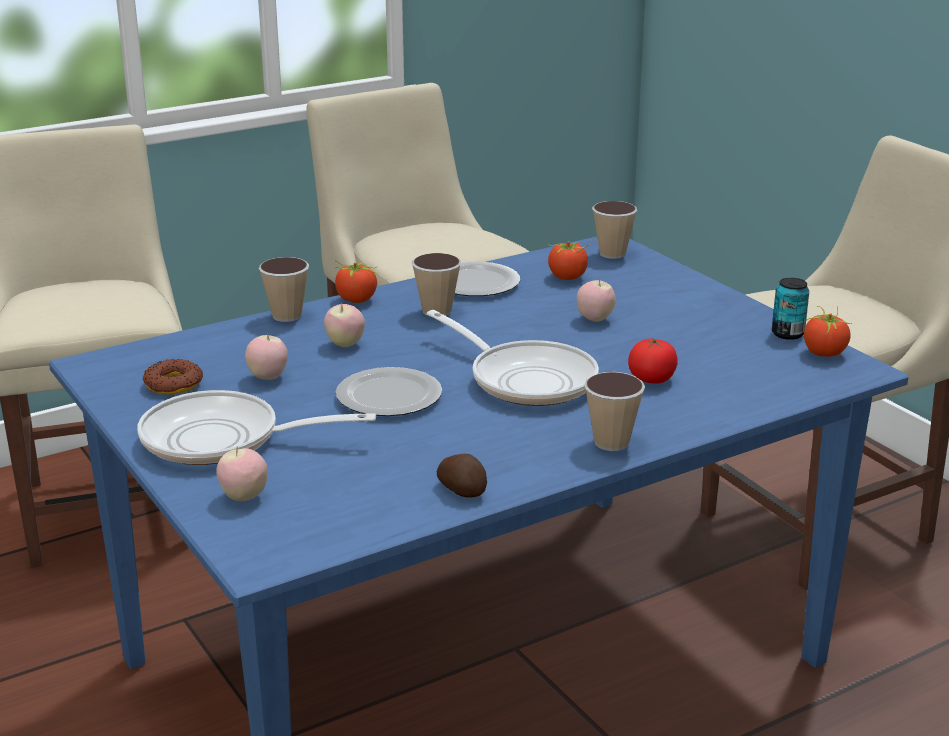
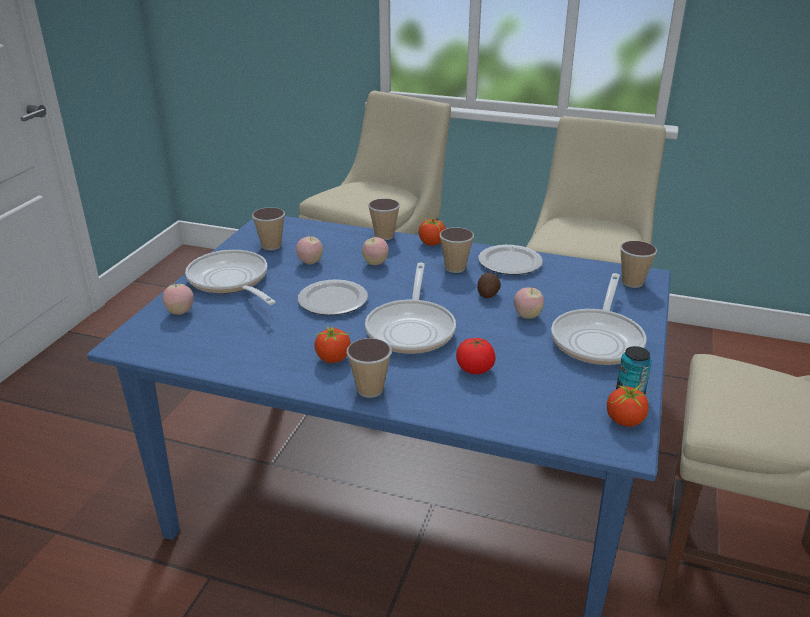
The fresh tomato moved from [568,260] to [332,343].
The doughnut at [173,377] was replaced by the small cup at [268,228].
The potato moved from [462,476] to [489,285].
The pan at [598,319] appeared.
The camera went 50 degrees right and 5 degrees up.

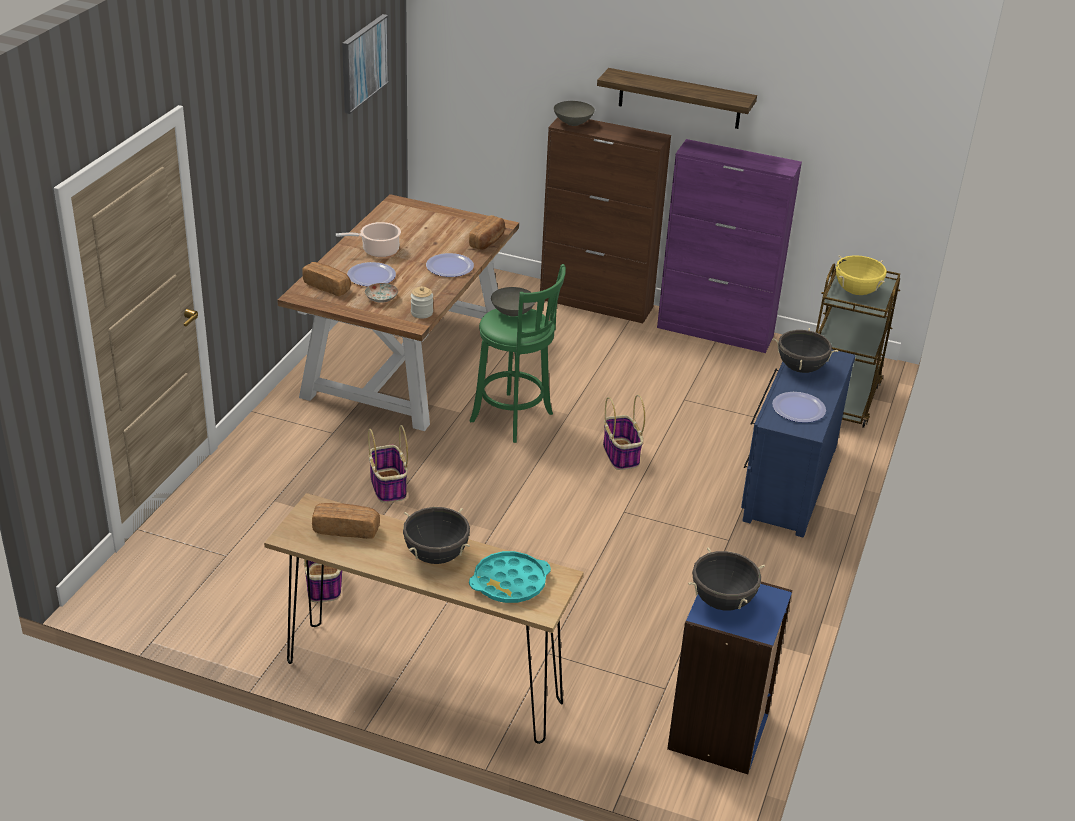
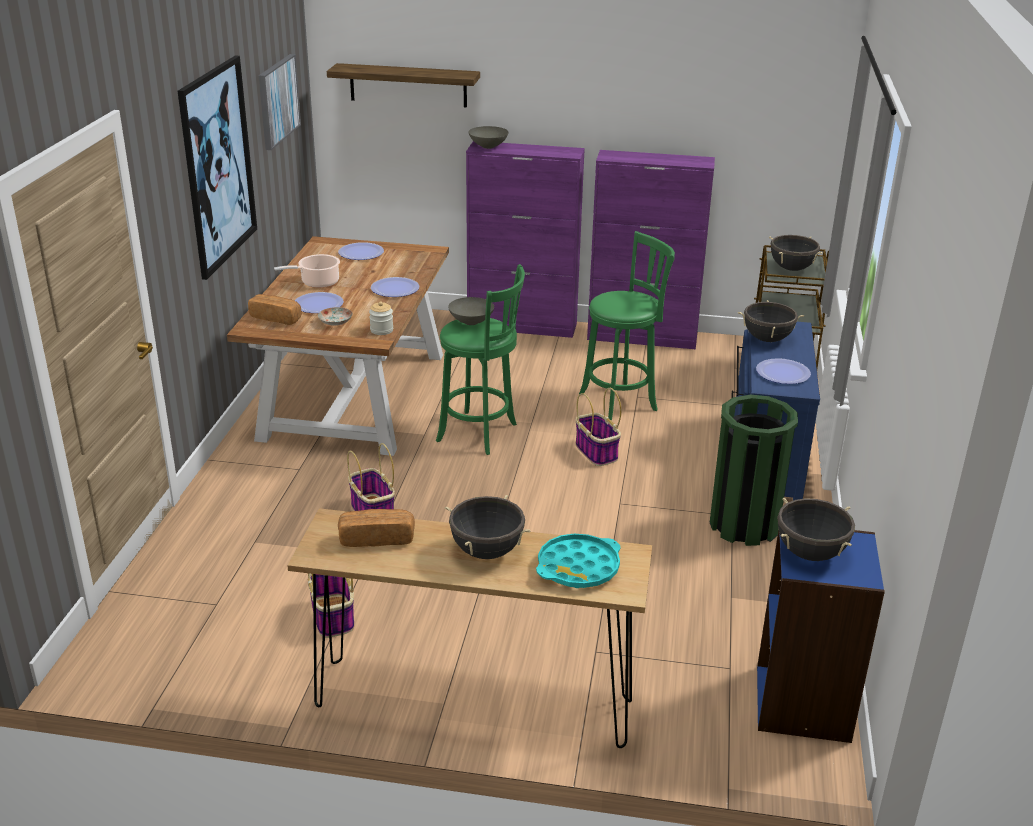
The wall shelf moved from [677,98] to [403,85].
The brownish storage cabinet at [605,220] became the purple-coloured storage cabinet at [525,239].
The bakery bread at [487,232] disappeared.
The yellowish saucepot at [861,275] became the black-coloured saucepot at [795,253].
The picture at [217,167] appeared.
The greenish sitting stool at [627,326] appeared.
The flat dish at [361,251] appeared.
The greenish trash can at [754,470] appeared.
The camera went 10 degrees left and 5 degrees down.

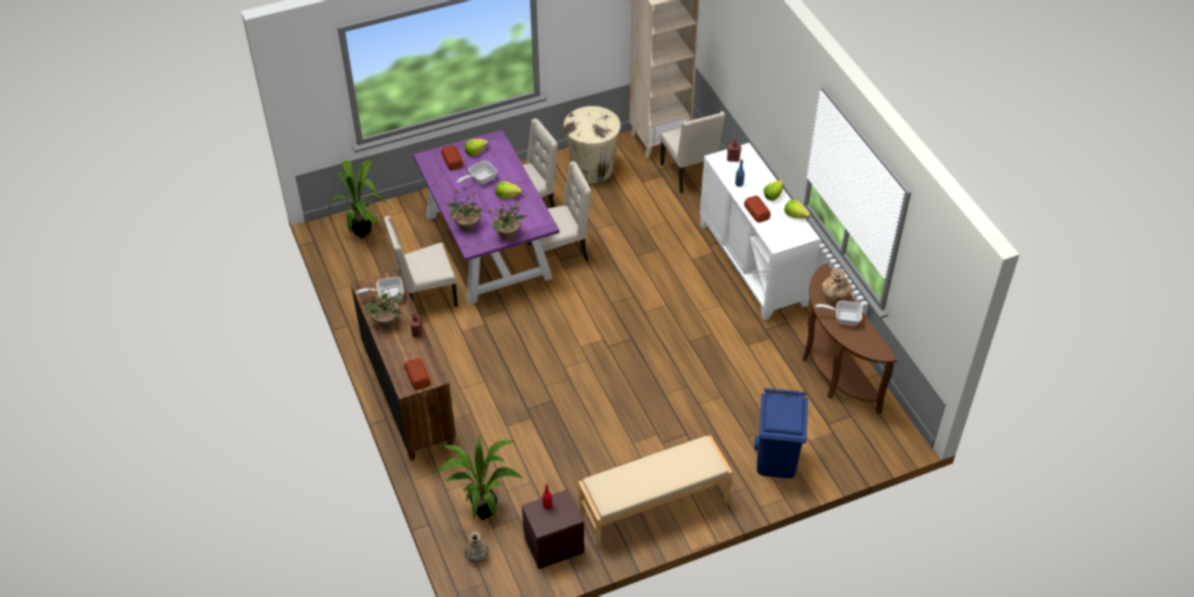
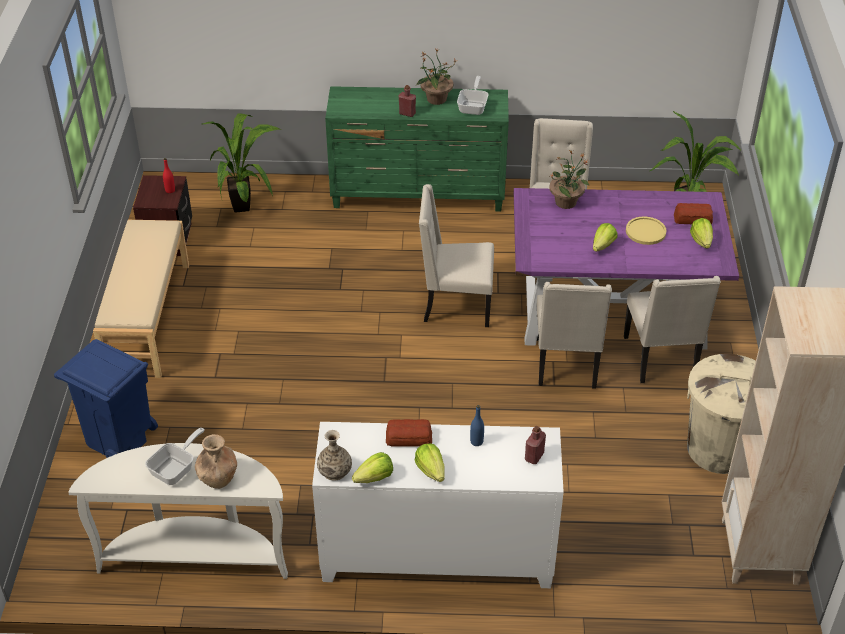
The beige upright chair moved from [692,152] to [456,255].
The pan at [477,172] was replaced by the yellowish flat dish at [646,230].
The potted plant at [507,219] disappeared.
The brownish narrow table at [850,339] became the whitish narrow table at [178,511].
The brownish drawer chest at [403,365] became the greenish drawer chest at [417,149].
The bakery bread at [418,374] disappeared.
The flower vase moved from [477,547] to [334,455].
The camera went 115 degrees right and 5 degrees down.

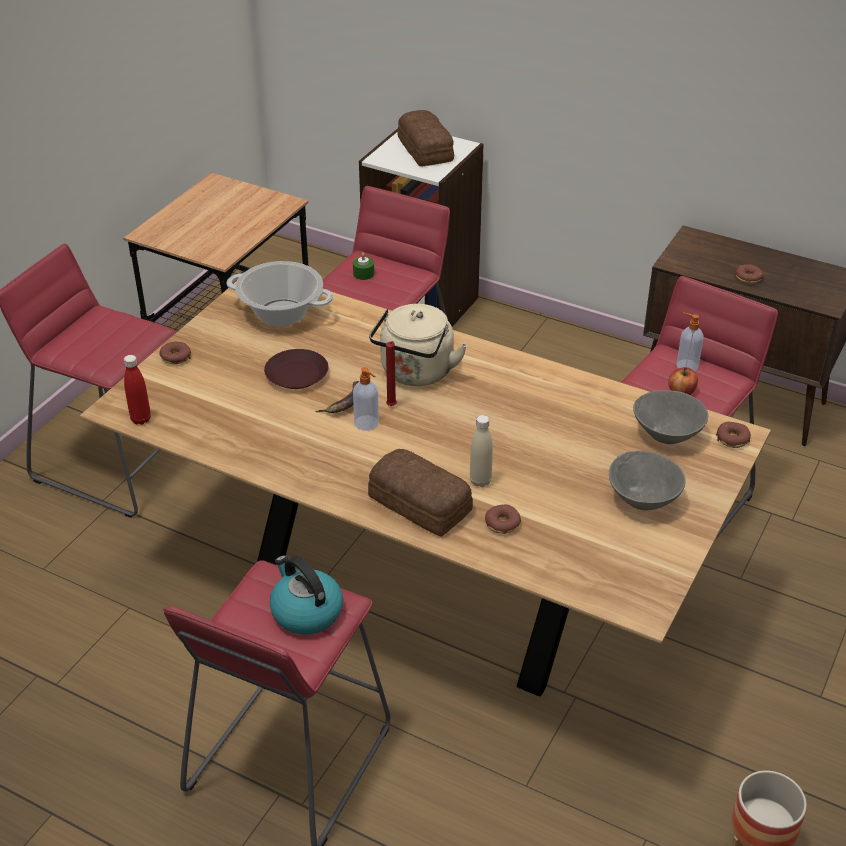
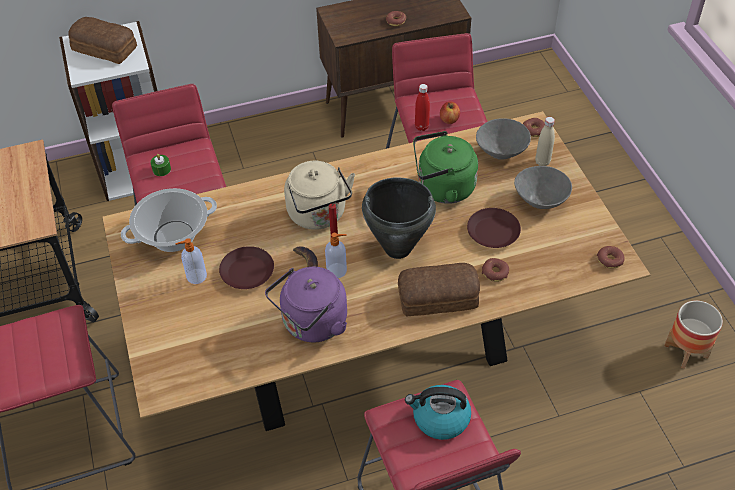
The liquid soap bottle moved from [690,341] to [191,261].
The doughnut moved from [175,353] to [611,257].
The reddish beverage bottle moved from [137,390] to [422,107].
The beige beverage bottle moved from [481,451] to [545,141].
The greenish kettle at [445,167] appeared.
The black-coloured saucepot at [399,218] appeared.
The brownish flat dish at [494,228] appeared.
The purple-coloured kettle at [306,305] appeared.
The camera went 45 degrees left and 10 degrees up.

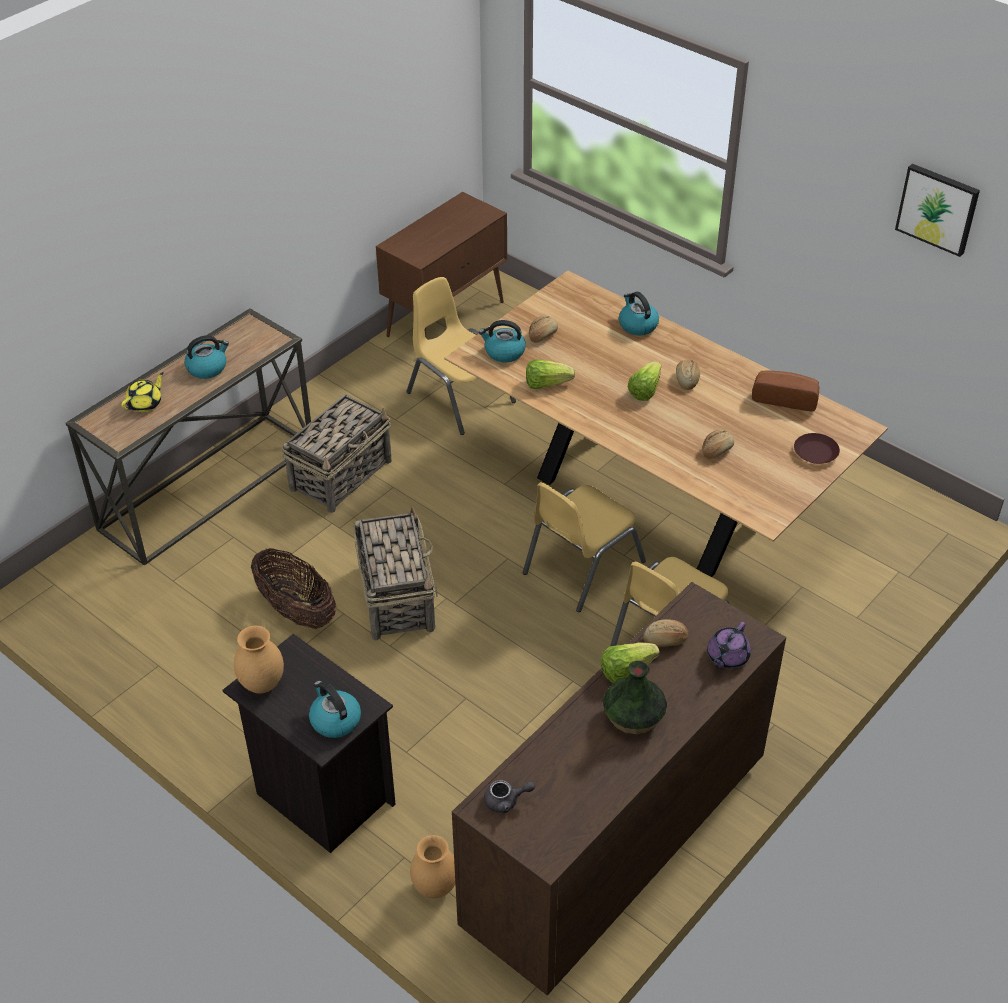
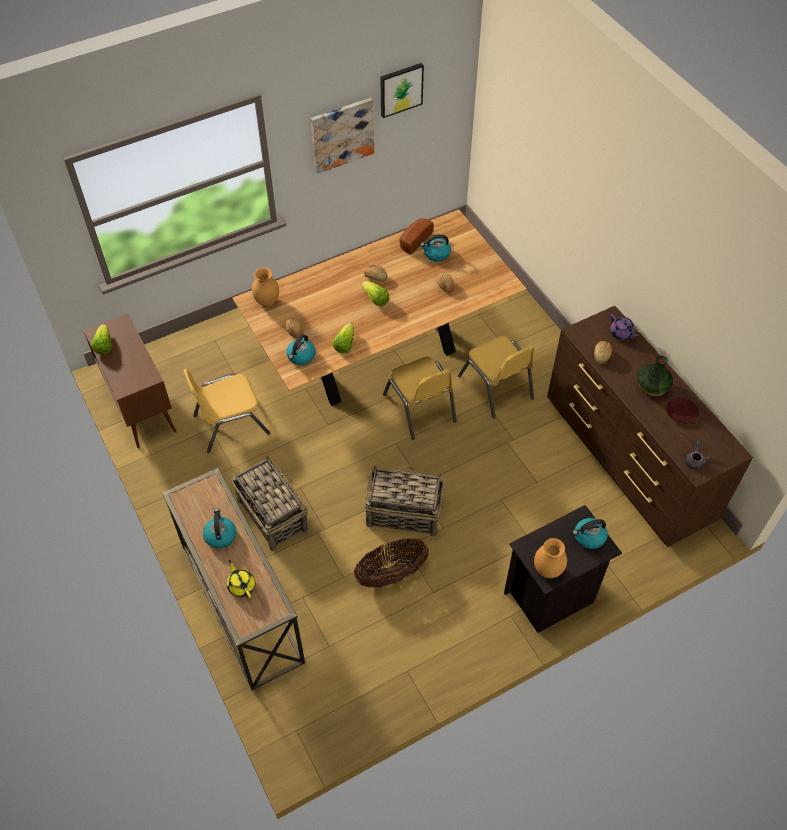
The kettle moved from [639,313] to [435,248].
The brownish flat dish moved from [817,448] to [682,411].
The lettuce head moved from [630,662] to [101,339].
The brownish flower vase moved from [432,867] to [265,287].
The picture at [342,136] appeared.
The camera went 70 degrees left and 10 degrees up.

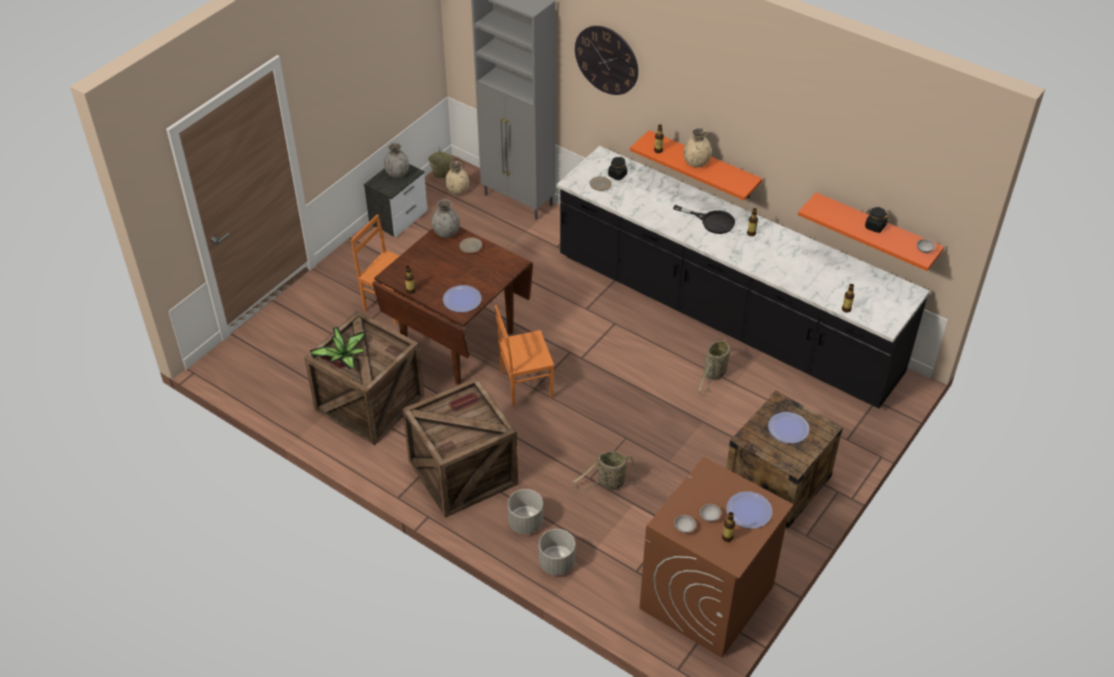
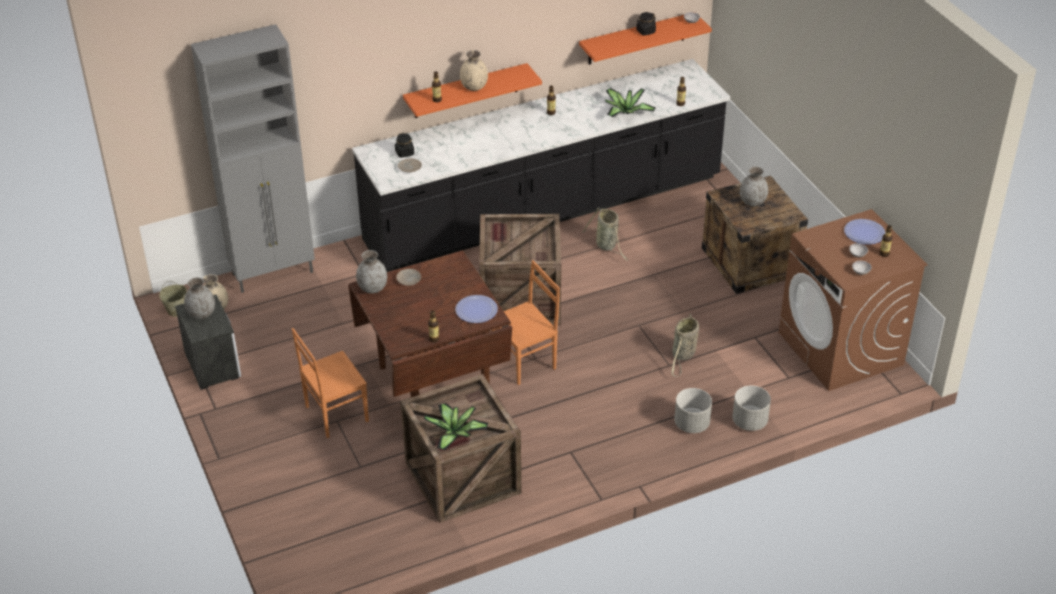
The wall clock at [606,60] disappeared.
The black-coloured pan at [704,219] disappeared.
The orange-coloured upright chair at [524,355] turned 135 degrees counterclockwise.
The packing crate moved from [460,447] to [520,269].
The flat dish at [788,428] was replaced by the greyish flower vase at [754,186].
The potted plant at [630,102] appeared.
The camera went 60 degrees left and 5 degrees down.

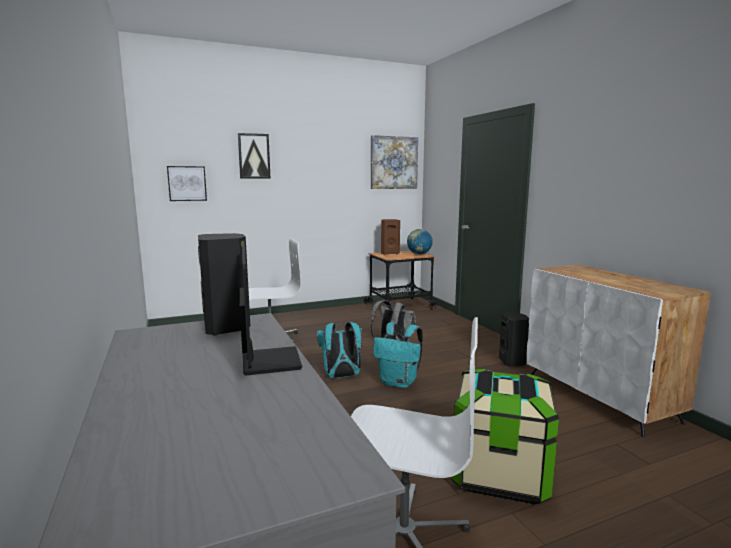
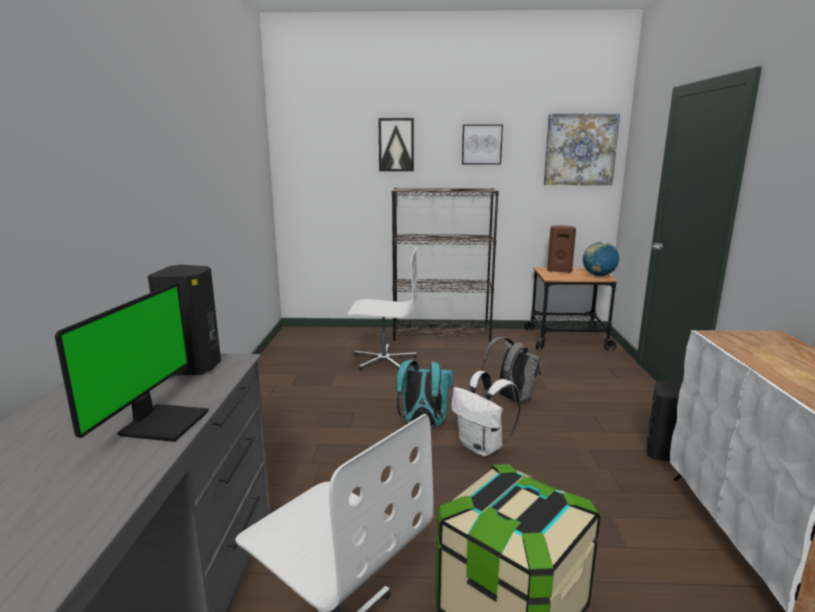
The picture moved from [187,183] to [482,144].
The turquoise knapsack at [398,355] became the whitish knapsack at [486,413].
The black-coloured shelving unit at [445,265] appeared.
The camera went 25 degrees right and 5 degrees up.

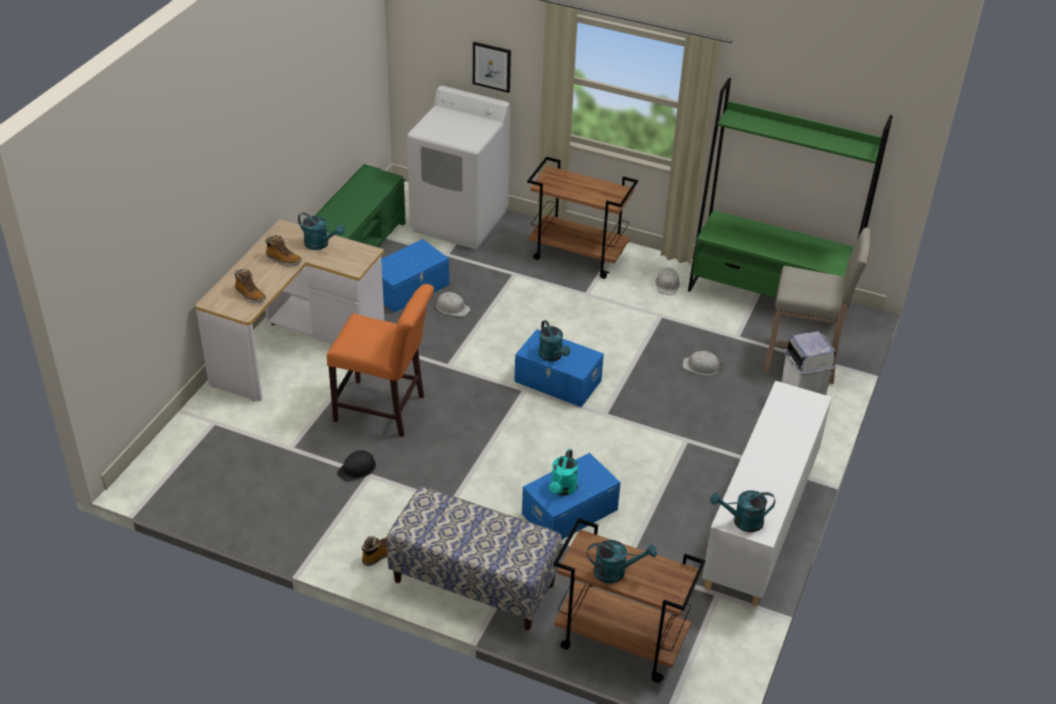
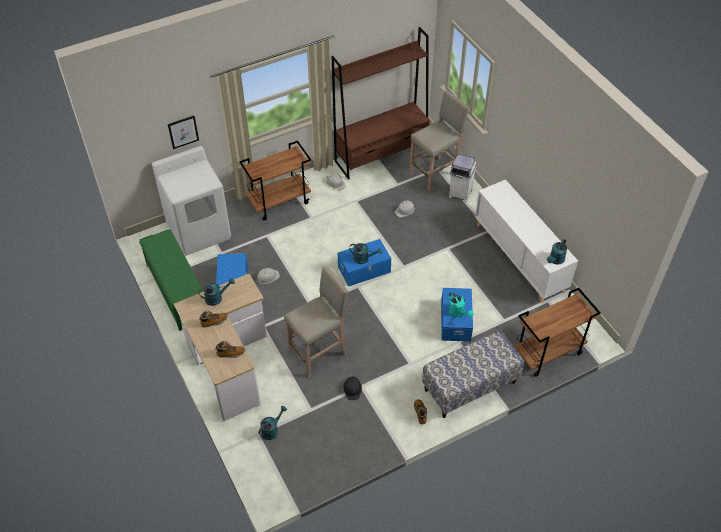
The greenish shelving unit at [790,193] became the brownish shelving unit at [381,103].
The orange-coloured upright chair at [380,360] was replaced by the beige sitting stool at [316,321].
The turquoise sprinkling can moved from [622,561] to [273,423].
The camera went 50 degrees left and 10 degrees up.

